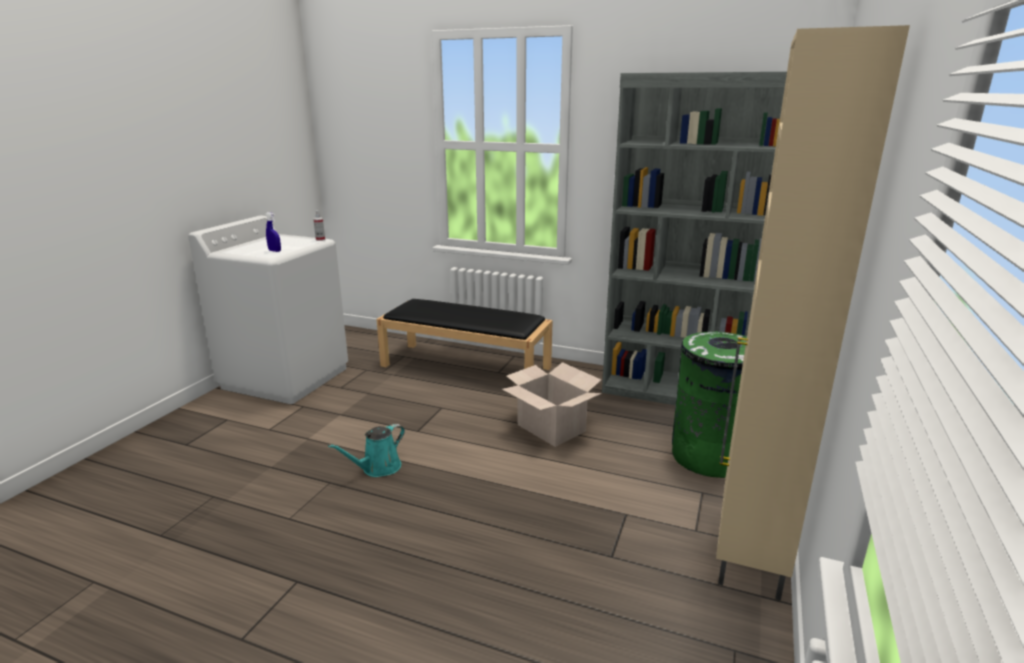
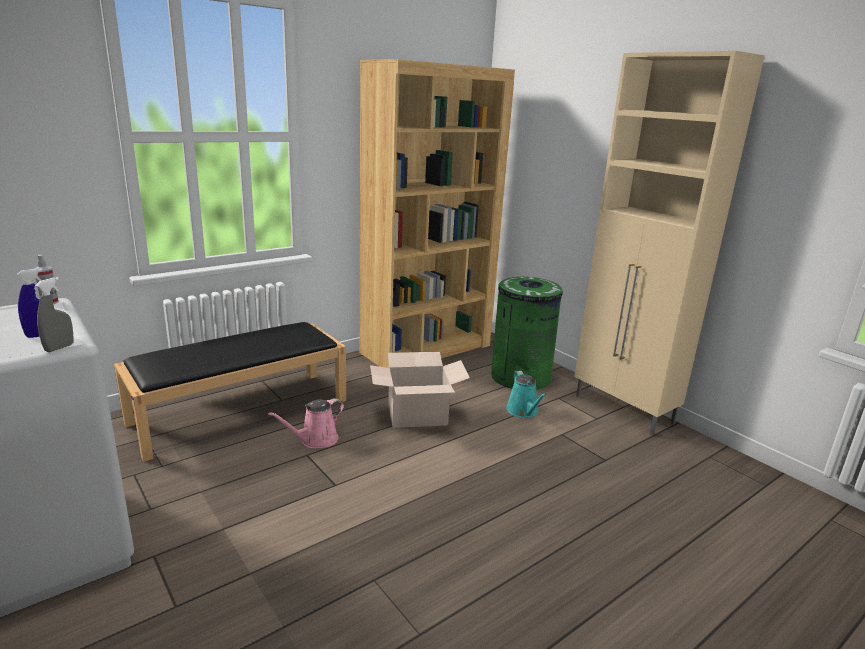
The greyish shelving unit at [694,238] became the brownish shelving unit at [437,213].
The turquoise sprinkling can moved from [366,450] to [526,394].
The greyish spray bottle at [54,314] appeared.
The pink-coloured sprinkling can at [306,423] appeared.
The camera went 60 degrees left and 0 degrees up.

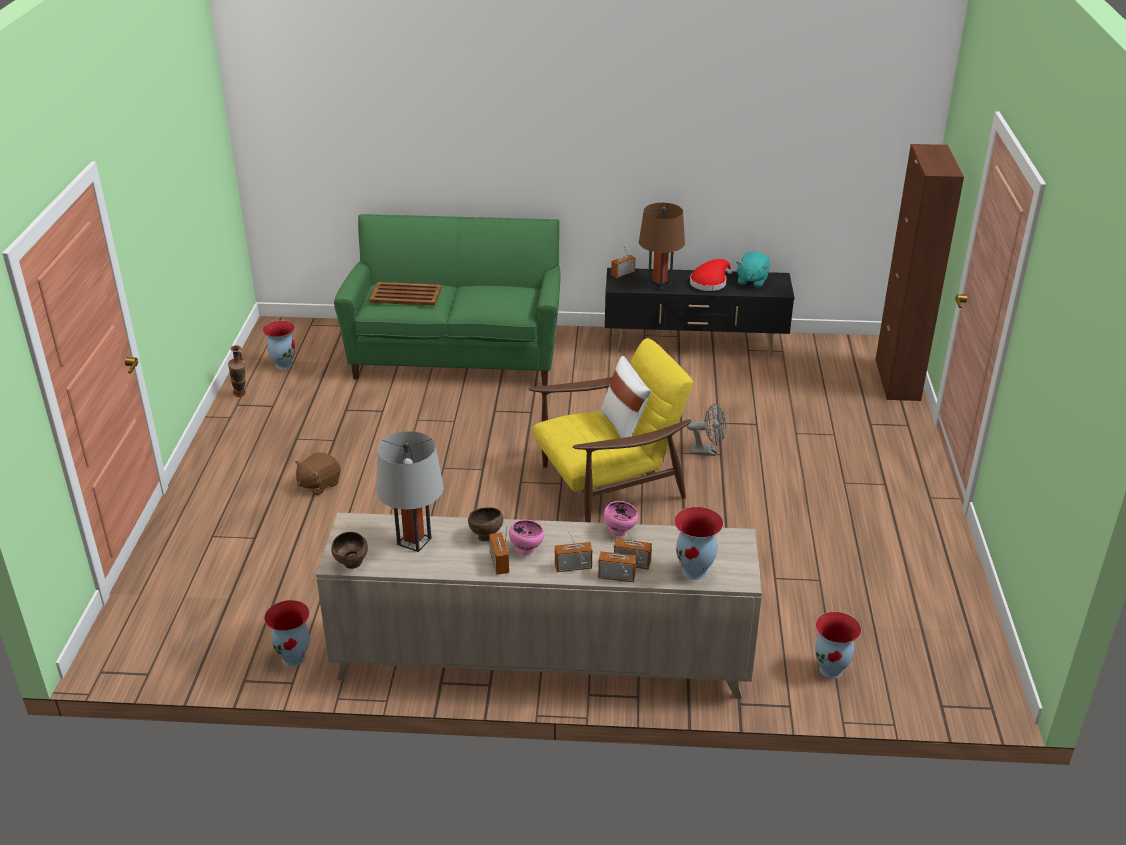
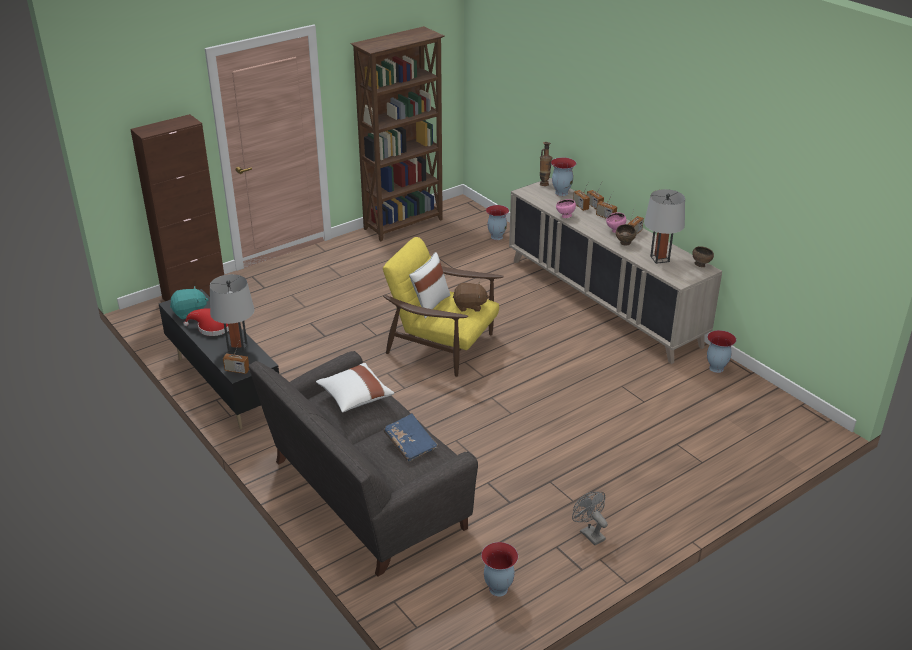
The brownish lamp for a table at [662,246] became the greyish lamp for a table at [232,313].
The greenish settee at [447,300] became the greyish settee at [363,463].
The brownish carrying tray at [405,294] was replaced by the blue volume at [411,437].
The flower vase moved from [237,371] to [546,164].
The greyish electric fan moved from [706,429] to [590,518].
The brownish plush toy moved from [318,473] to [471,296].
The brownish shelving unit at [398,133] appeared.
The whitish pillow at [355,388] appeared.
The camera went 130 degrees left and 0 degrees up.

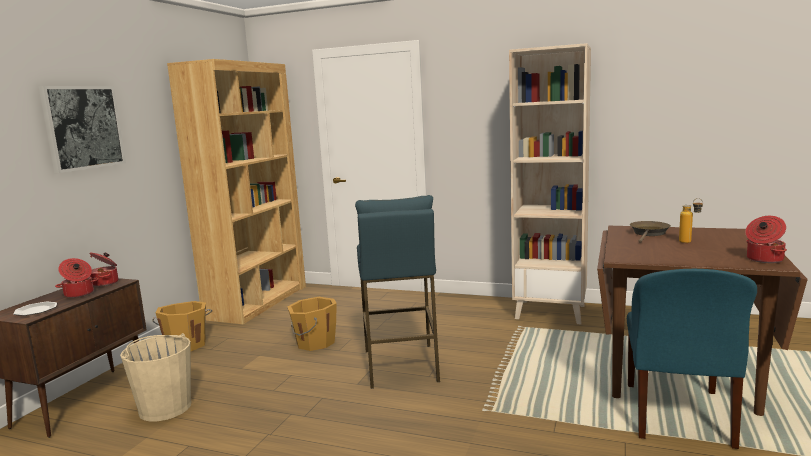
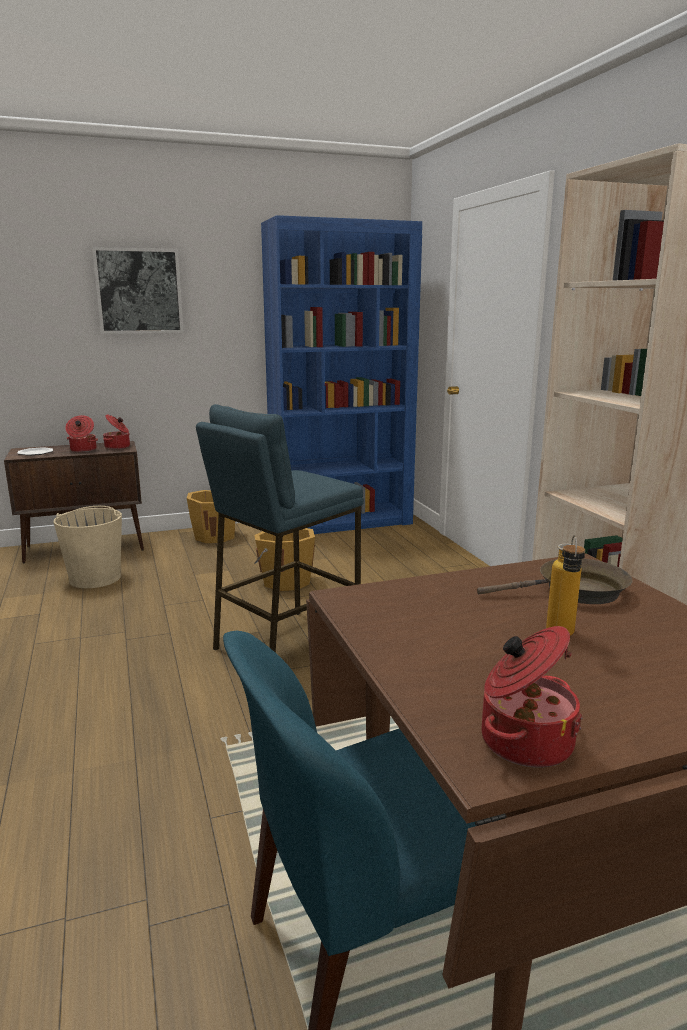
The brownish shelving unit at [236,191] became the blue shelving unit at [341,374].
The camera went 50 degrees right and 5 degrees up.

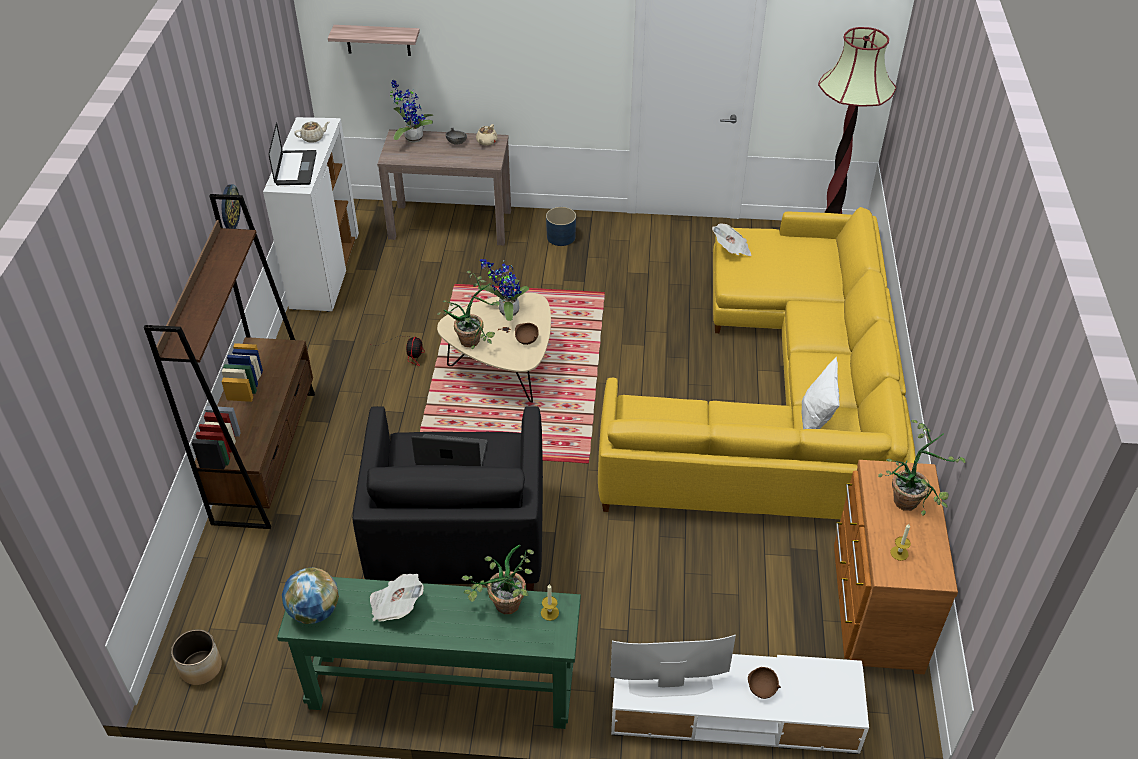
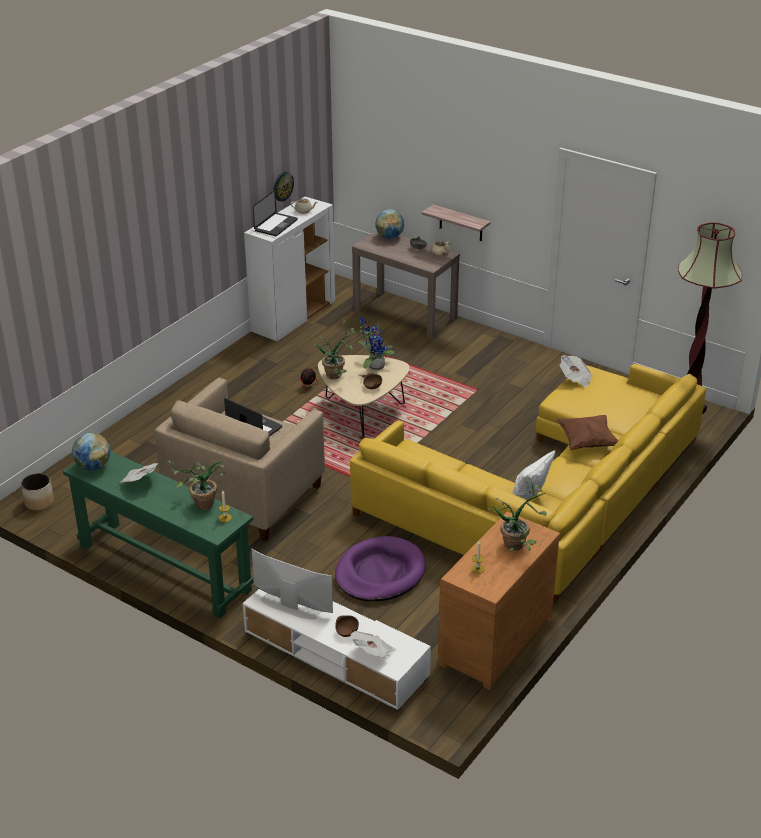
The wall shelf moved from [374,40] to [456,222].
The potted plant at [412,110] was replaced by the desk globe at [390,224].
The wall clock moved from [231,206] to [284,186].
The brownish shelving unit at [229,361] disappeared.
The blue plant pot at [561,226] disappeared.
The black-coloured lounge chair at [447,498] became the beige lounge chair at [240,460].
The brownish pillow at [587,432] appeared.
The purple-coloured dog cushion at [380,568] appeared.
The printed paper at [373,644] appeared.
The camera went 30 degrees right and 10 degrees down.

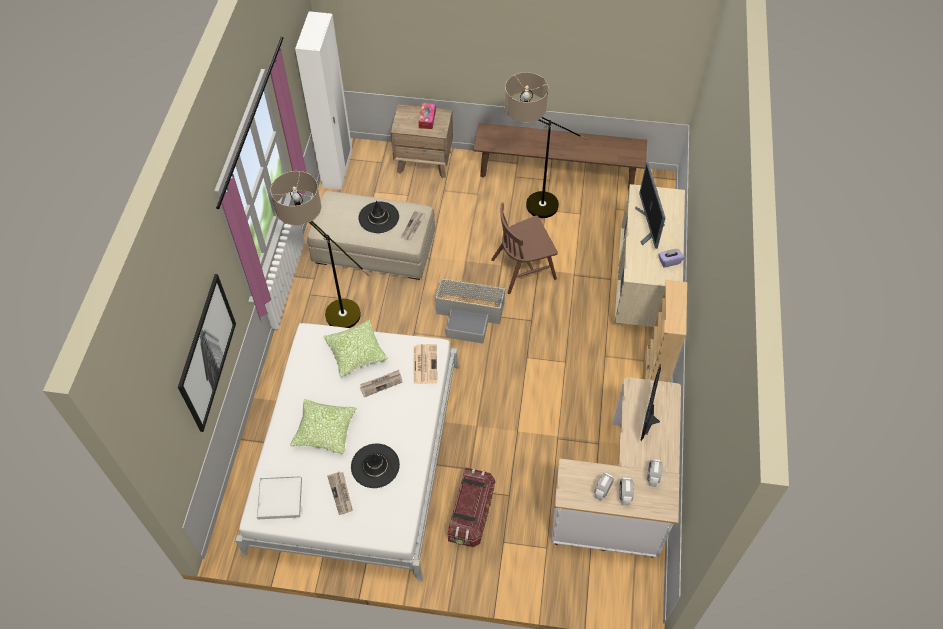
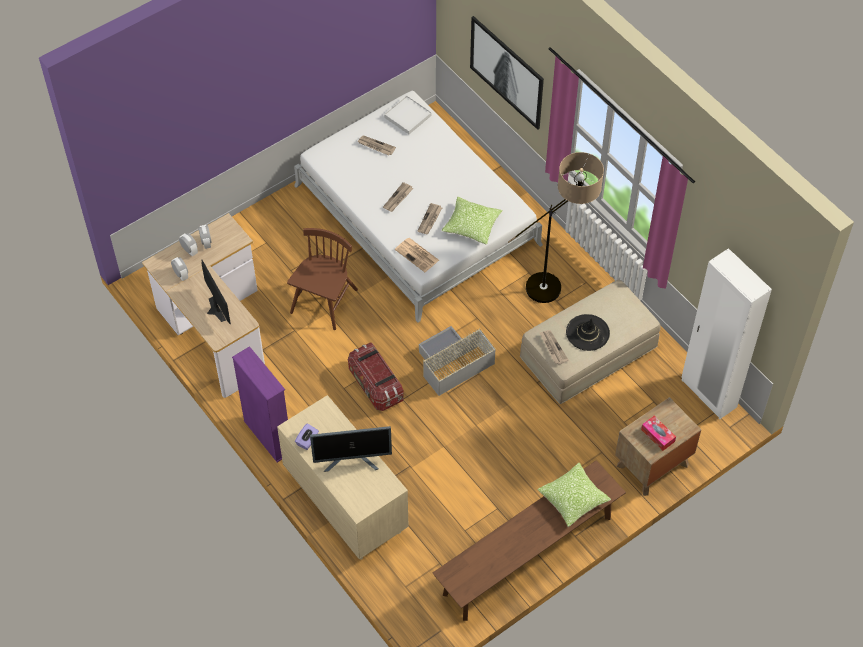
The standard lamp at [545,145] disappeared.
The computer display at [650,205] turned 135 degrees clockwise.
The brownish upright chair moved from [524,248] to [322,279].
The beige shelving unit at [666,331] became the purple-coloured shelving unit at [260,404].
The pillow moved from [323,426] to [574,495].
The black-coloured wearable hat at [375,466] disappeared.
The storage box moved from [472,507] to [376,376].
The printed paper at [398,197] appeared.
The camera went 135 degrees right and 0 degrees up.

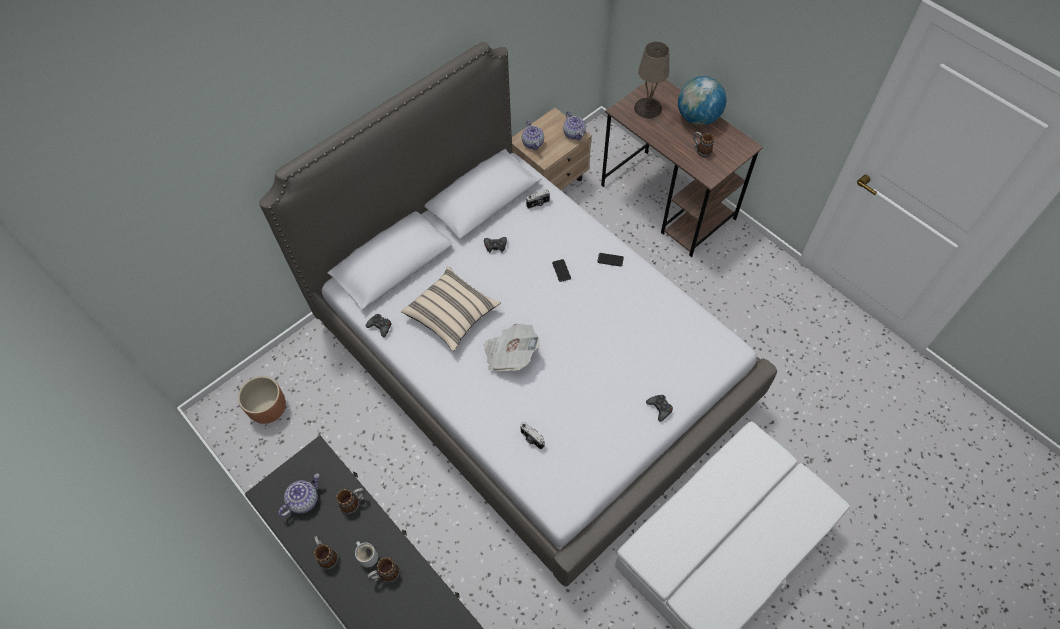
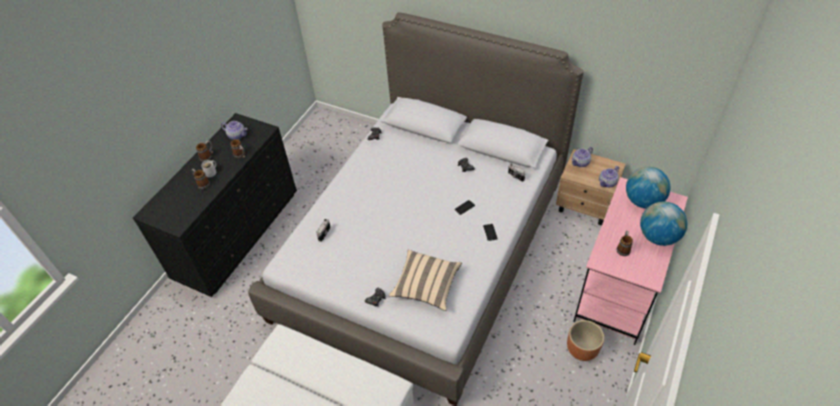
The beige lamp for a table at [651,79] was replaced by the desk globe at [648,188].
The brownish desk table at [682,168] became the pink-coloured desk table at [630,261].
The beige pillow moved from [451,308] to [425,280].
The printed paper at [512,347] disappeared.
The brownish plant pot moved from [262,400] to [585,340].
The camera went 70 degrees right and 10 degrees down.

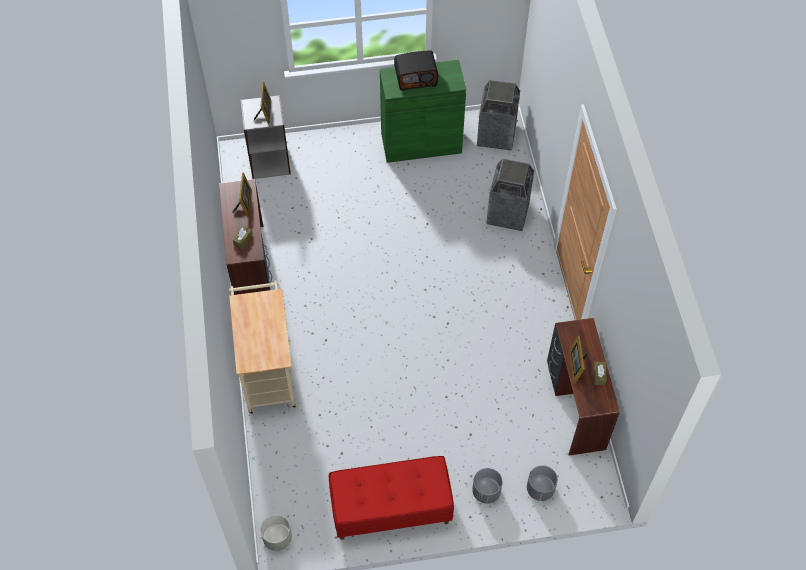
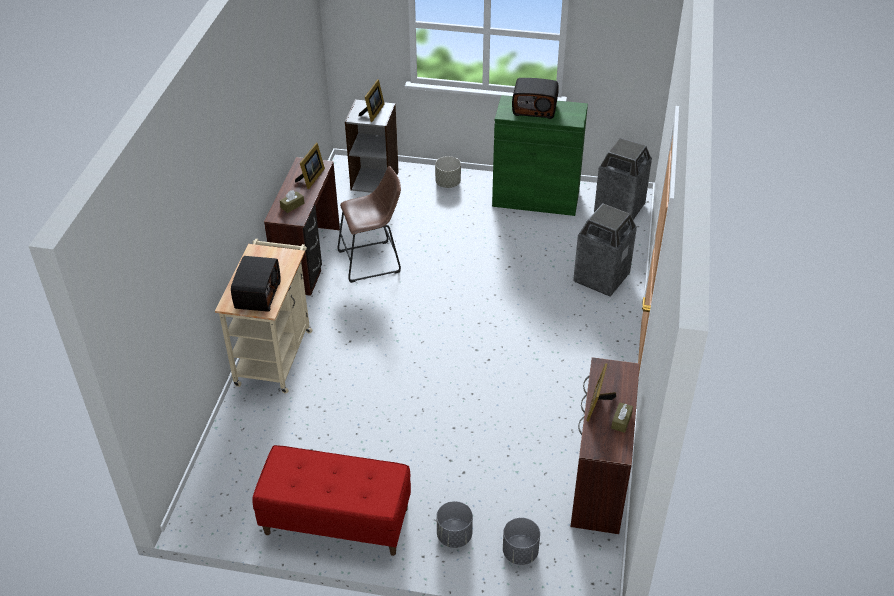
The greyish plant pot moved from [276,533] to [448,172].
The brownish sitting stool at [369,224] appeared.
The radio set at [256,284] appeared.
The camera went 20 degrees right and 15 degrees down.

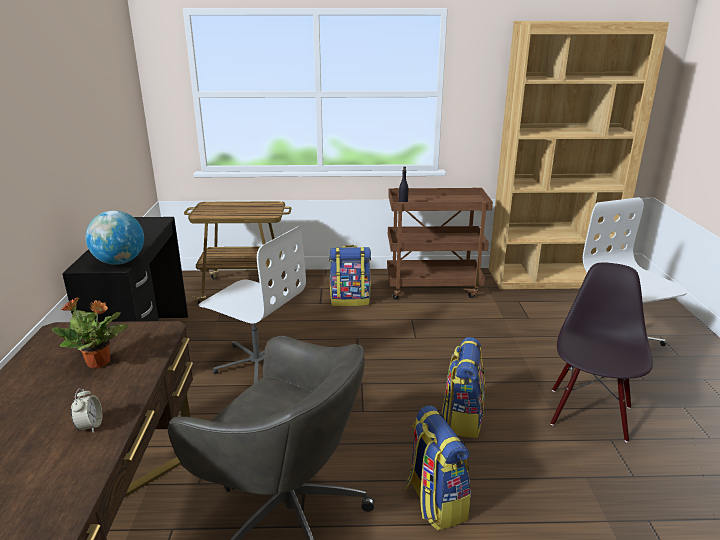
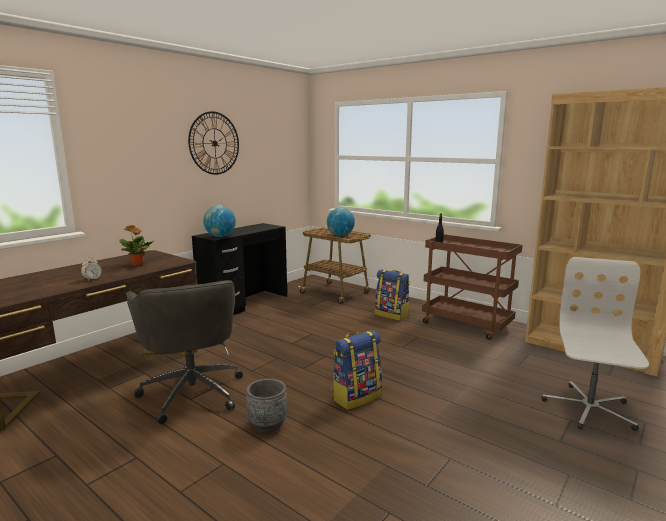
The whitish desk chair at [252,305] disappeared.
The black-coloured upright chair at [602,352] disappeared.
The knapsack at [438,467] was replaced by the greyish plant pot at [266,405].
The wall clock at [213,143] appeared.
The desk globe at [341,222] appeared.
The camera went 40 degrees right and 10 degrees down.

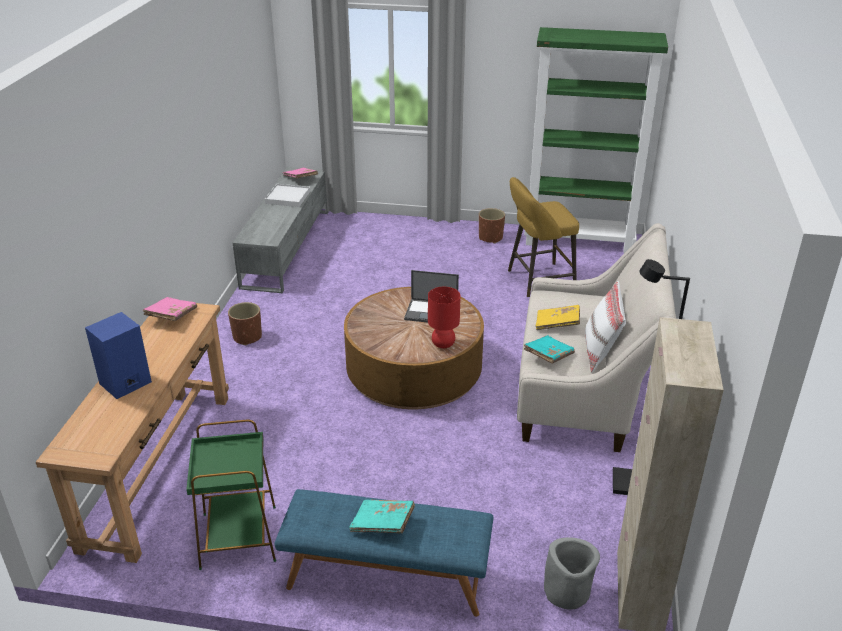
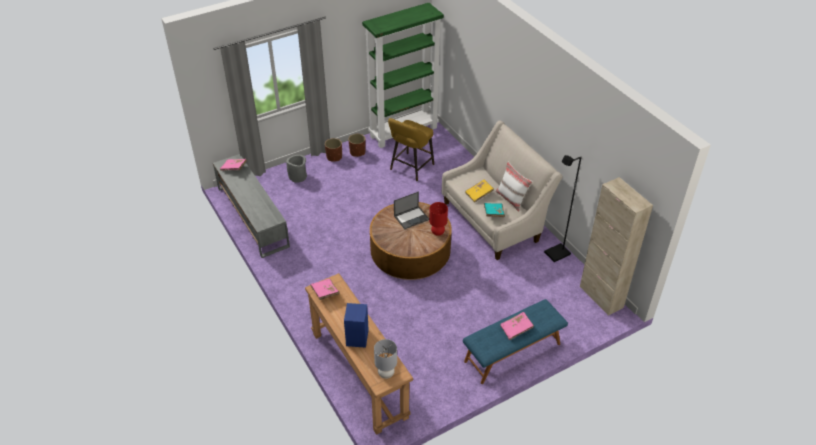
The whitish carrying tray at [287,195] disappeared.
The brownish plant pot moved from [245,323] to [333,150].
The greenish accent table at [231,495] disappeared.
The turquoise volume at [382,516] became the pink-coloured volume at [517,326].
The greyish plant pot moved from [572,573] to [296,169].
The greyish lamp for a table at [385,359] appeared.
The camera went 40 degrees left and 10 degrees up.

